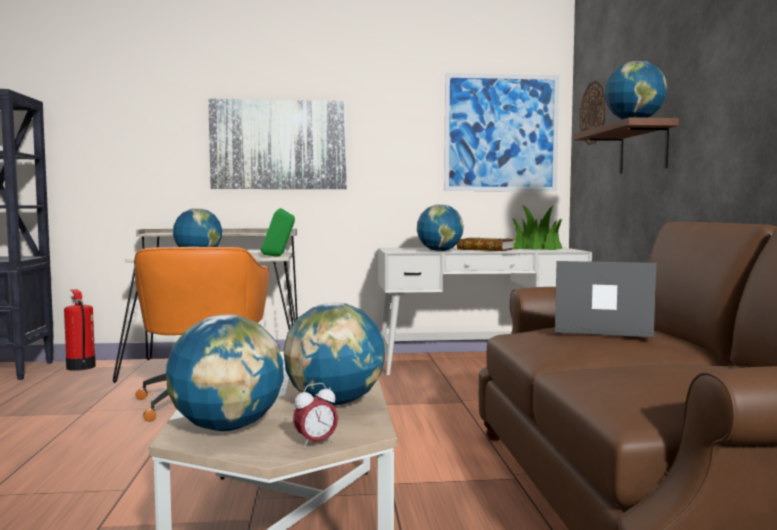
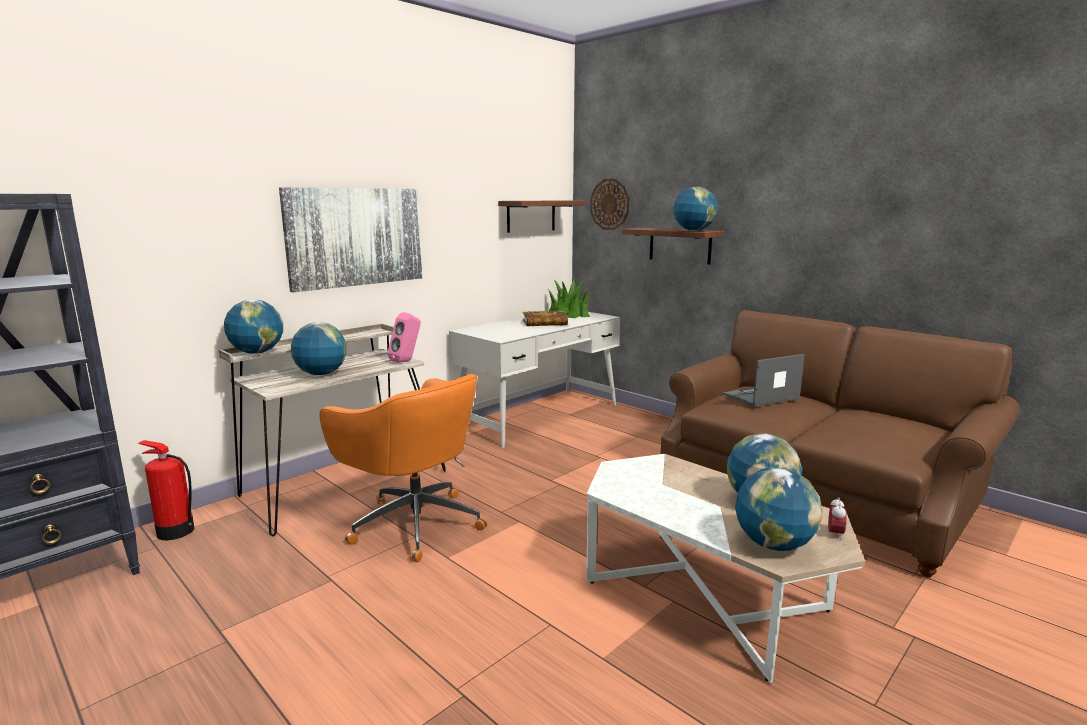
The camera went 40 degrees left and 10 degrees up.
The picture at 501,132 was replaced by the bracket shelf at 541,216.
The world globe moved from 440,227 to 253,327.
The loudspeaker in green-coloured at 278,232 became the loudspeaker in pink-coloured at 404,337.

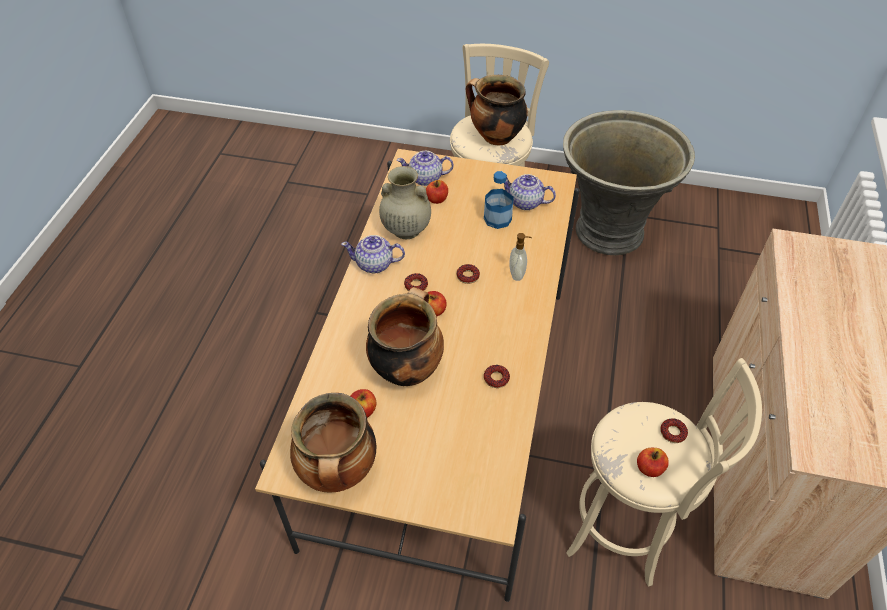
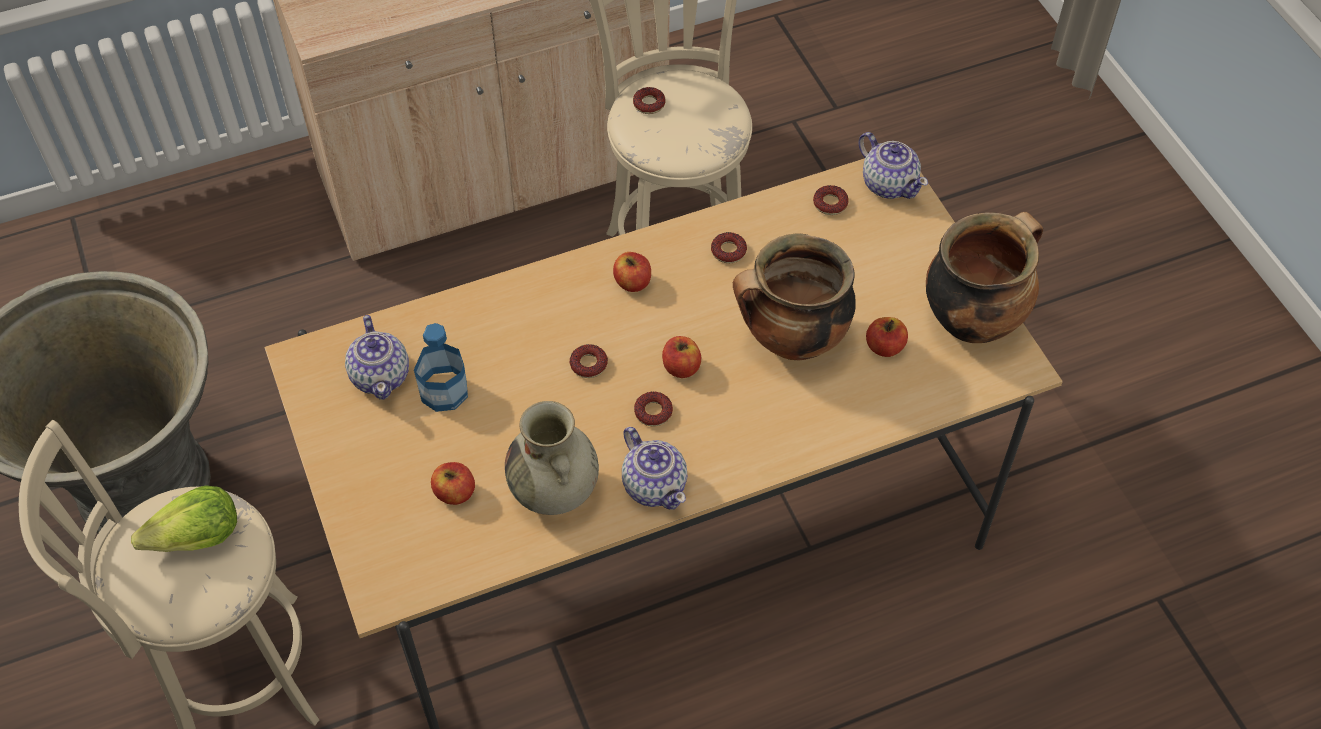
The camera went 125 degrees left and 5 degrees up.
The cooking pot at 497,110 was replaced by the lettuce at 184,518.
The teapot moved from 425,168 to 893,165.
The liquid soap bottle at 521,257 disappeared.
The apple fruit moved from 653,462 to 632,272.
The donut at 831,200 appeared.

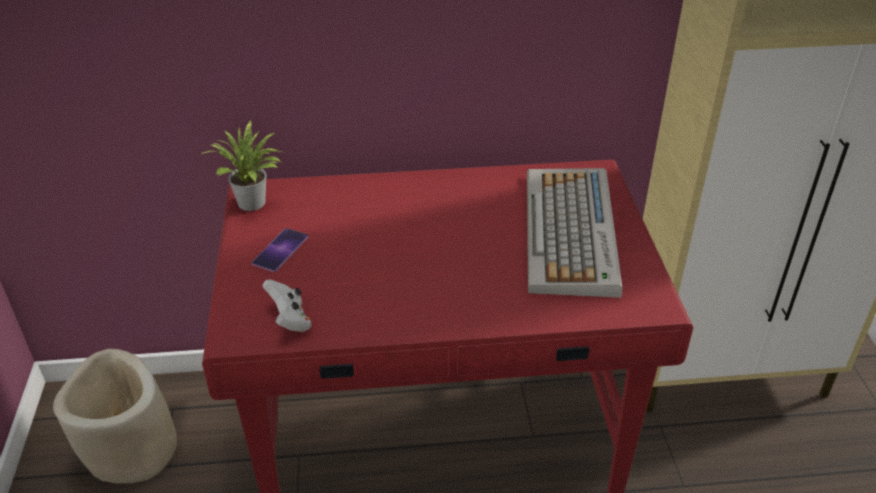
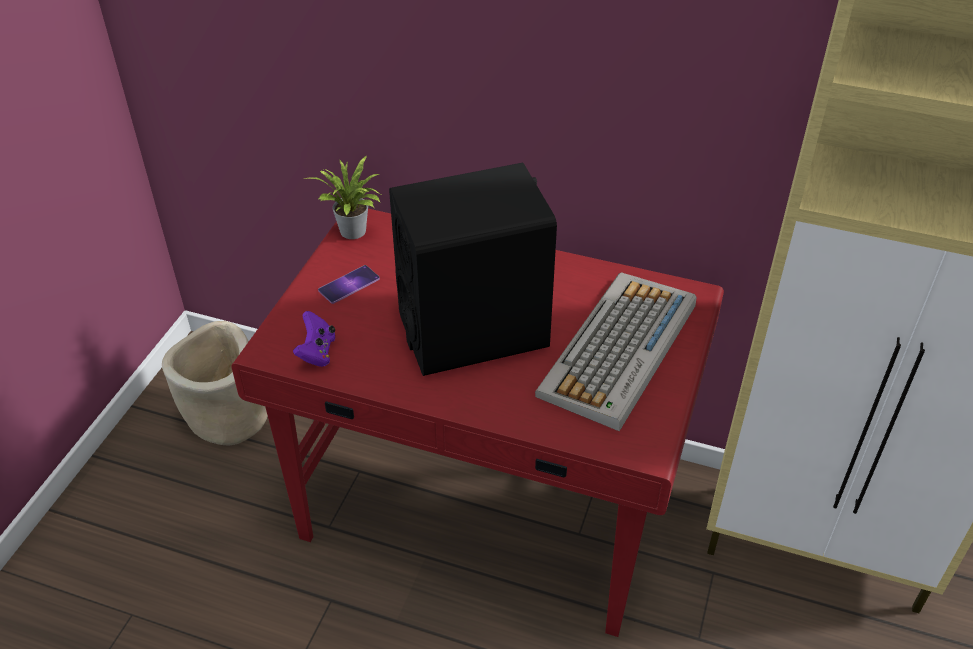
The camera went 25 degrees right and 5 degrees up.
The joypad in white at 286,305 became the joypad in purple at 314,339.
The loudspeaker in black-coloured at 473,269 appeared.

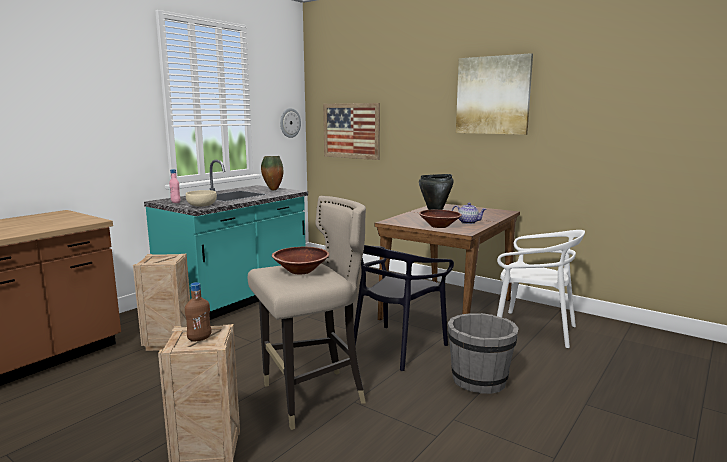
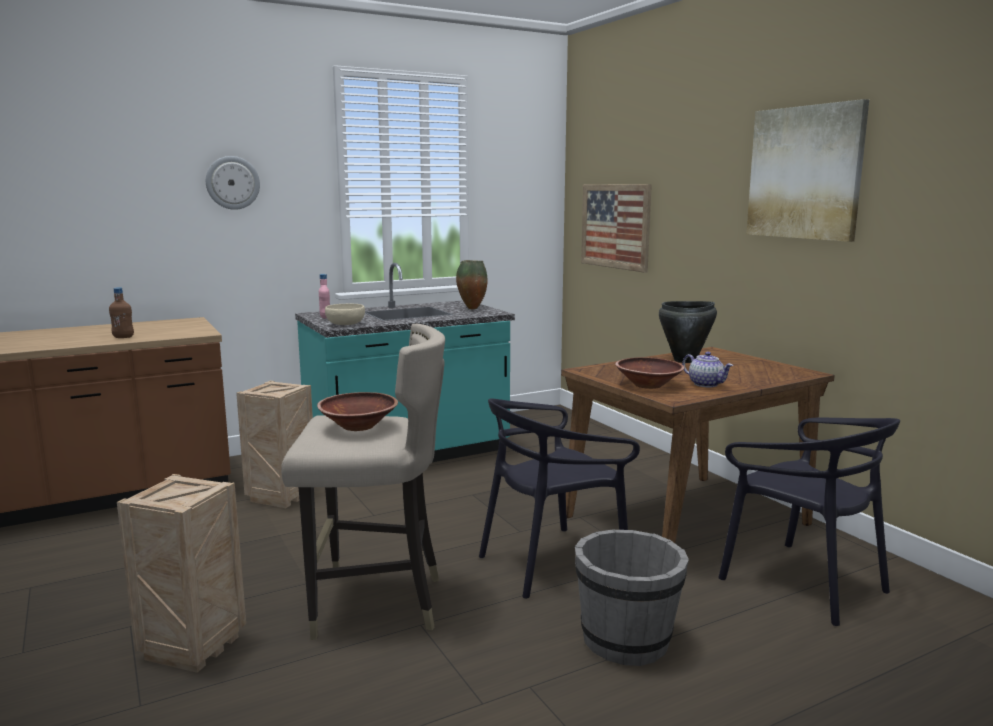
The camera went 25 degrees right and 0 degrees up.
The wall clock moved from 290,123 to 233,183.
The chair in white at 541,289 became the chair in black-coloured at 809,522.
The drink bottle in brownish moved from 198,312 to 121,312.

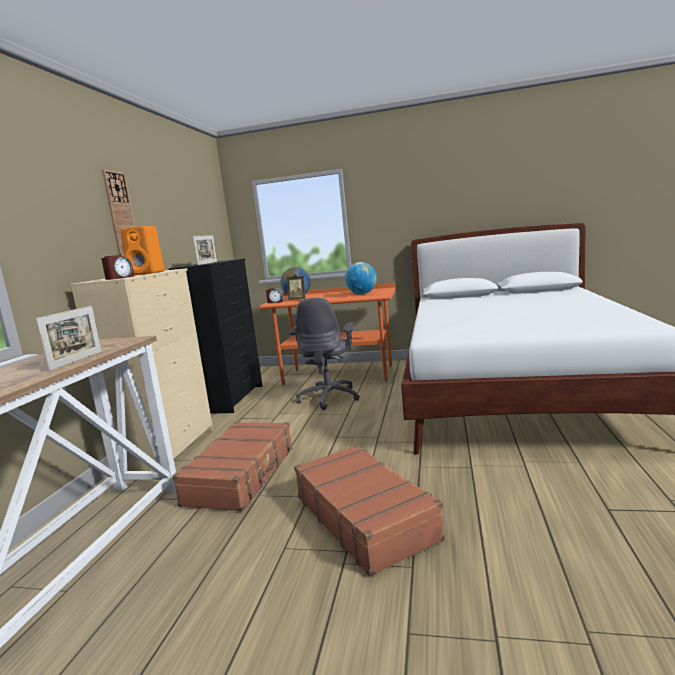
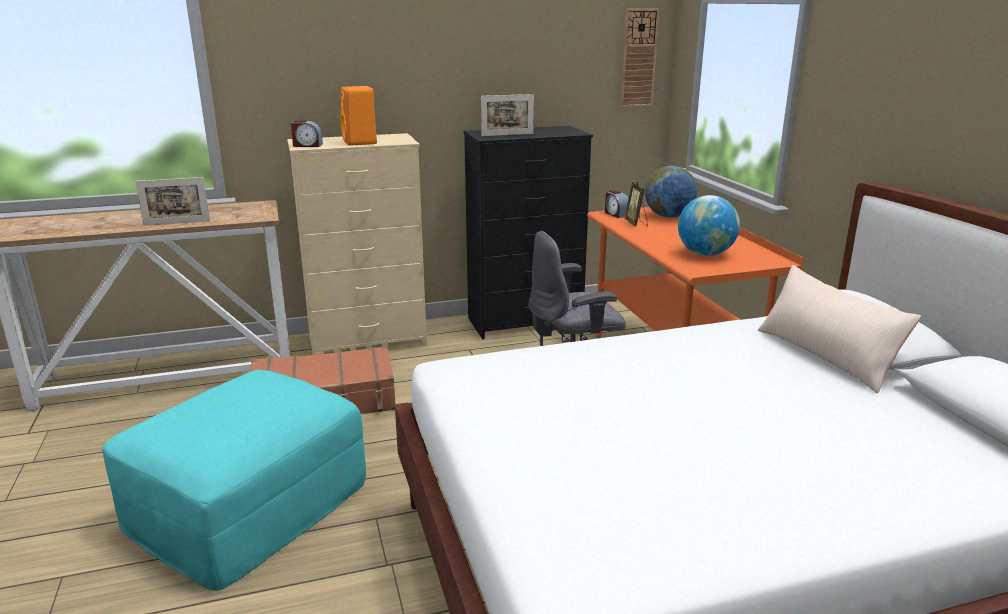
The camera went 60 degrees right and 10 degrees up.
The wall clock moved from 118,212 to 639,58.
The travel case in brownish at 369,511 was replaced by the pouffe in turquoise at 234,480.
The pillow in beige-coloured at 839,329 appeared.

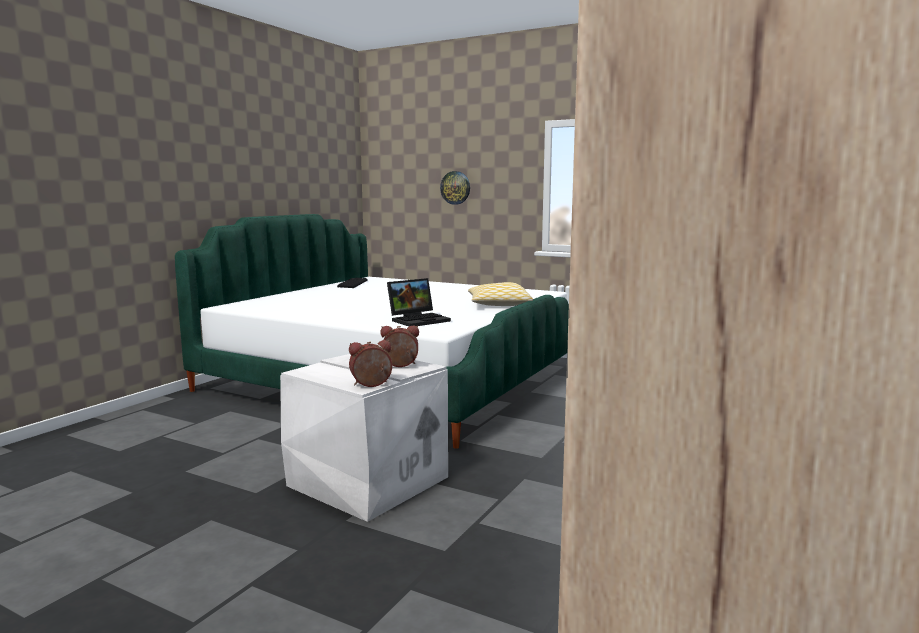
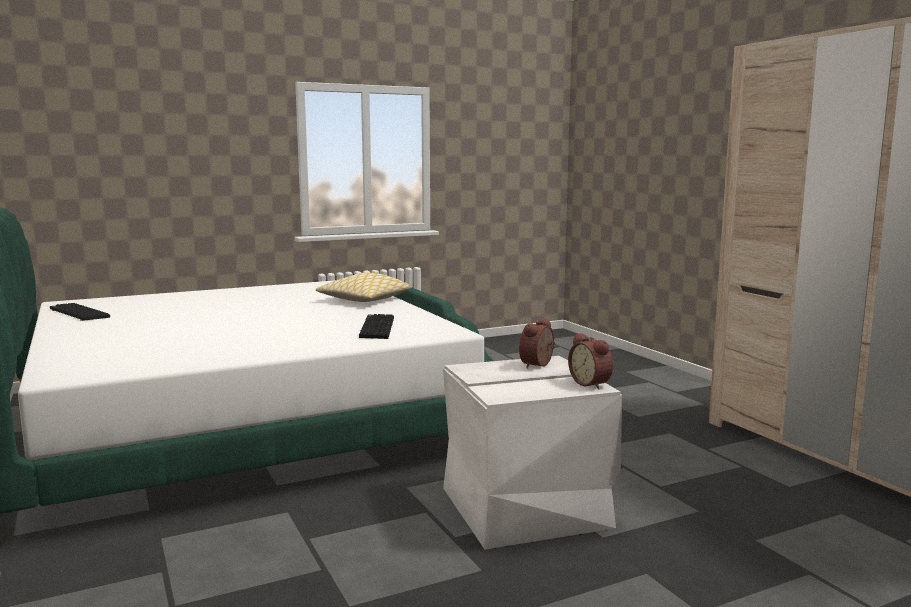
The camera went 55 degrees left and 0 degrees up.
The wall clock at 455,188 disappeared.
The portable computer at 419,302 was replaced by the PC keyboard at 376,326.
The bedside clock at 370,363 turned 45 degrees counterclockwise.

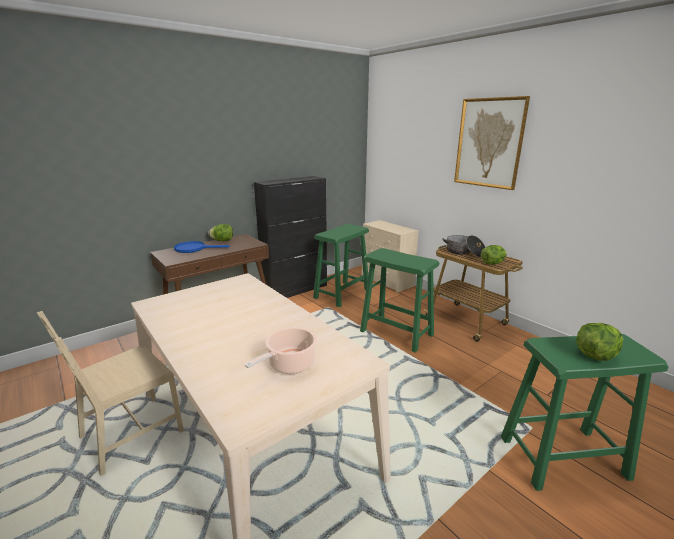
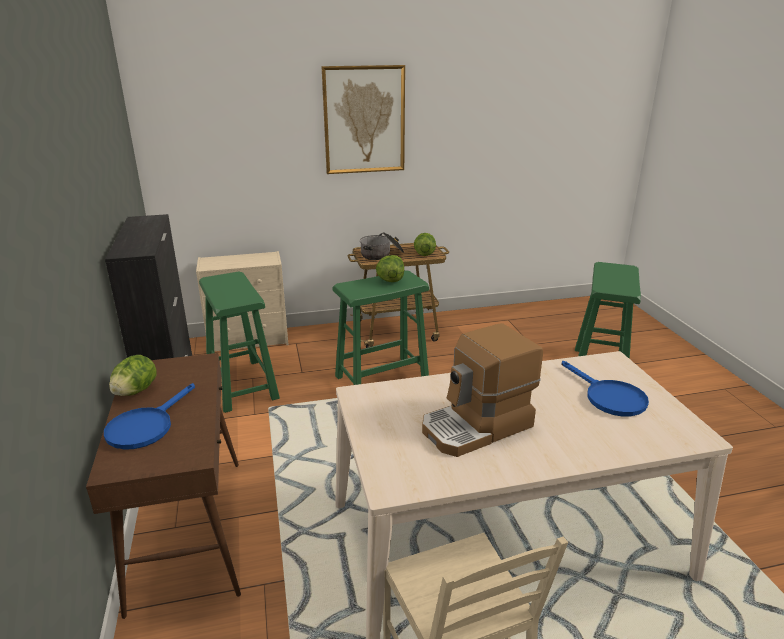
The camera went 65 degrees left and 5 degrees up.
The lettuce moved from 599,342 to 390,268.
The cooking pot at 281,350 was replaced by the pan in blue at 605,389.
The coffee brewer at 482,390 appeared.

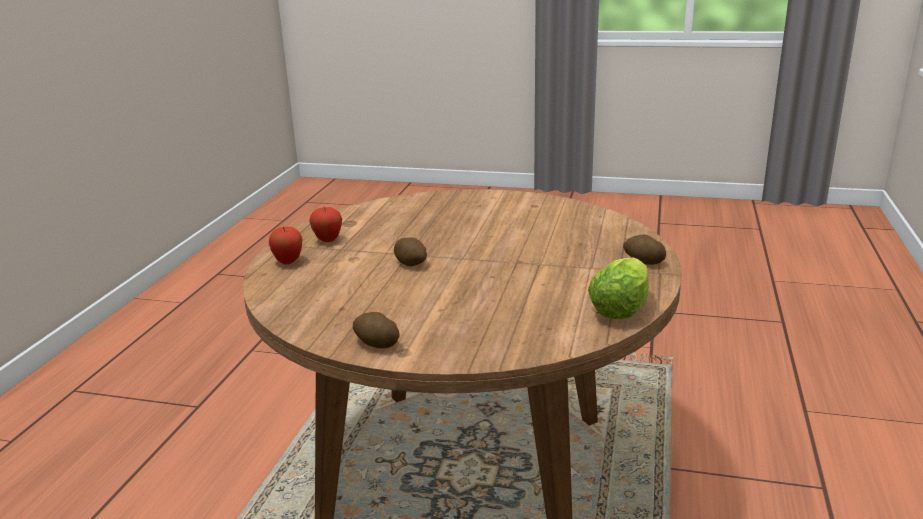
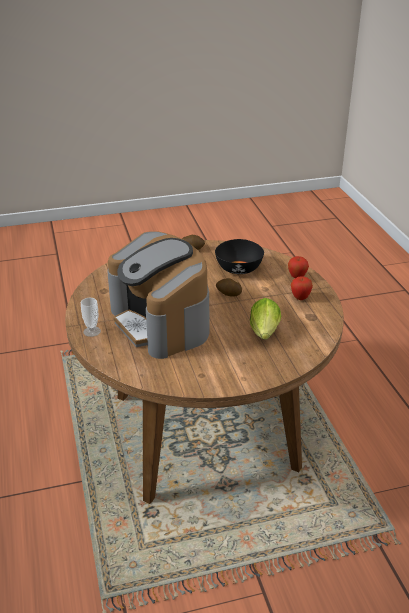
The camera went 150 degrees right and 10 degrees up.
The potato at 644,250 was replaced by the cup at 91,317.
The lettuce moved from 618,288 to 265,319.
The coffee brewer at 158,295 appeared.
The deep dish in black-coloured at 239,256 appeared.

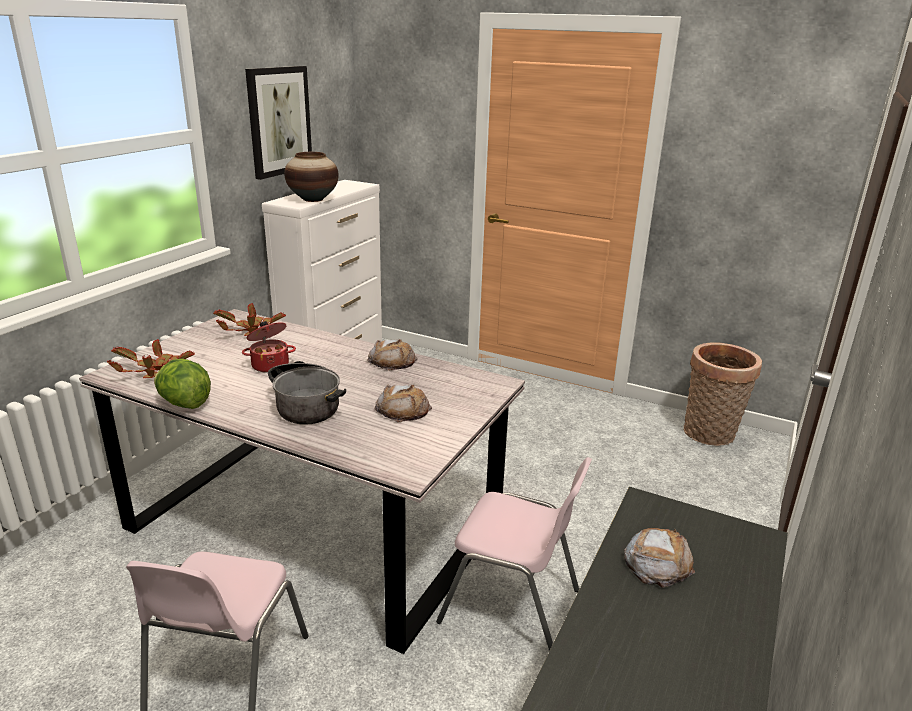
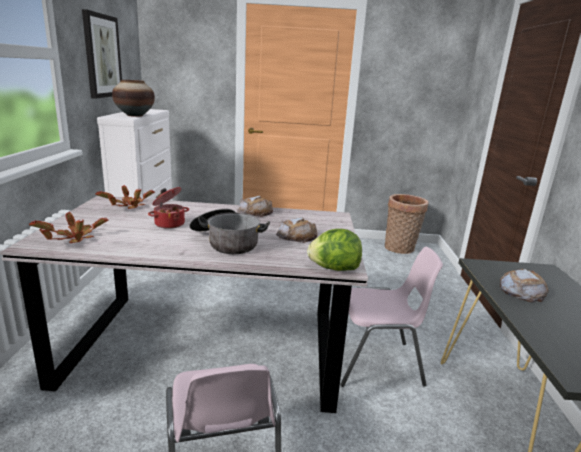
The camera went 25 degrees left and 5 degrees down.
The lettuce moved from 182,384 to 334,250.

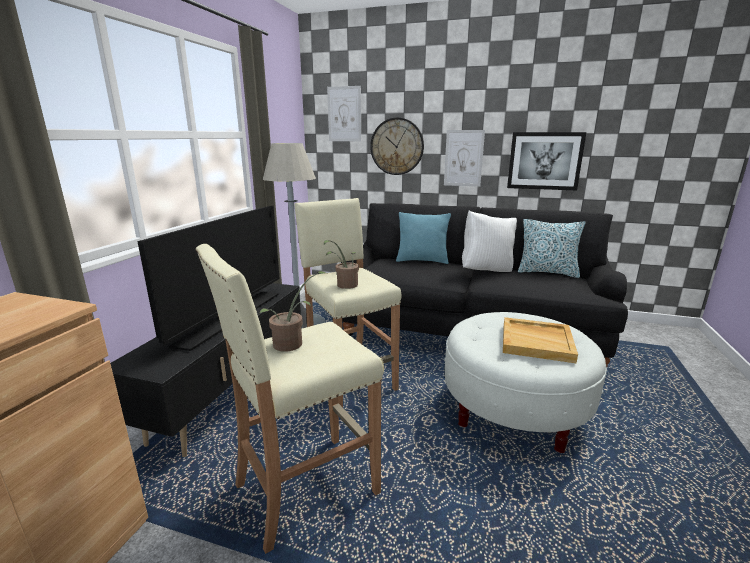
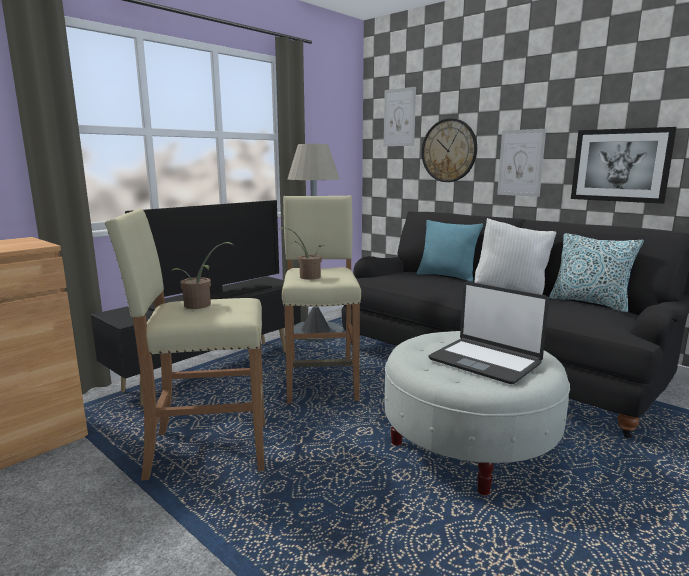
The camera went 25 degrees right and 5 degrees down.
The tray in beige-coloured at 540,340 was replaced by the portable computer at 488,333.

